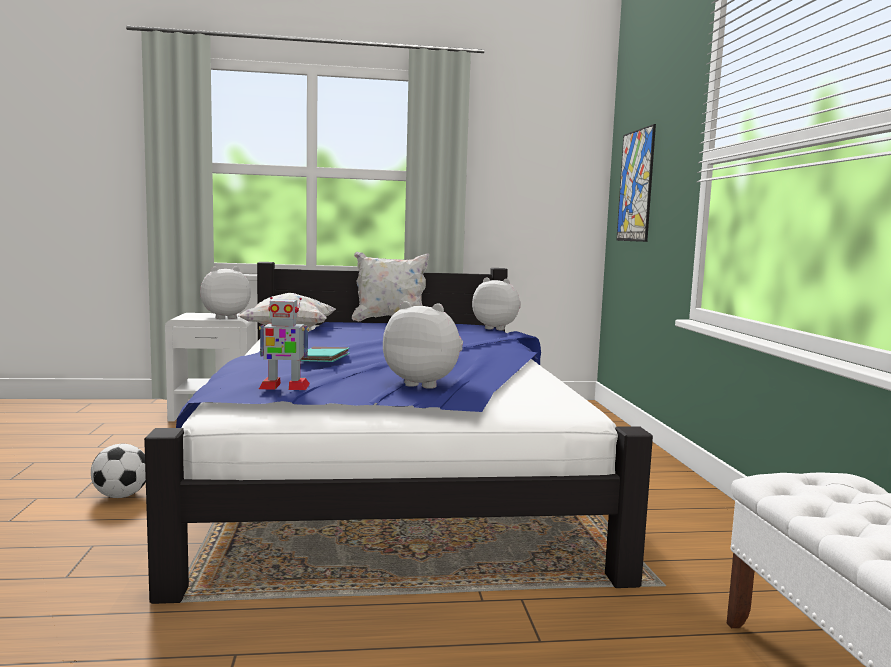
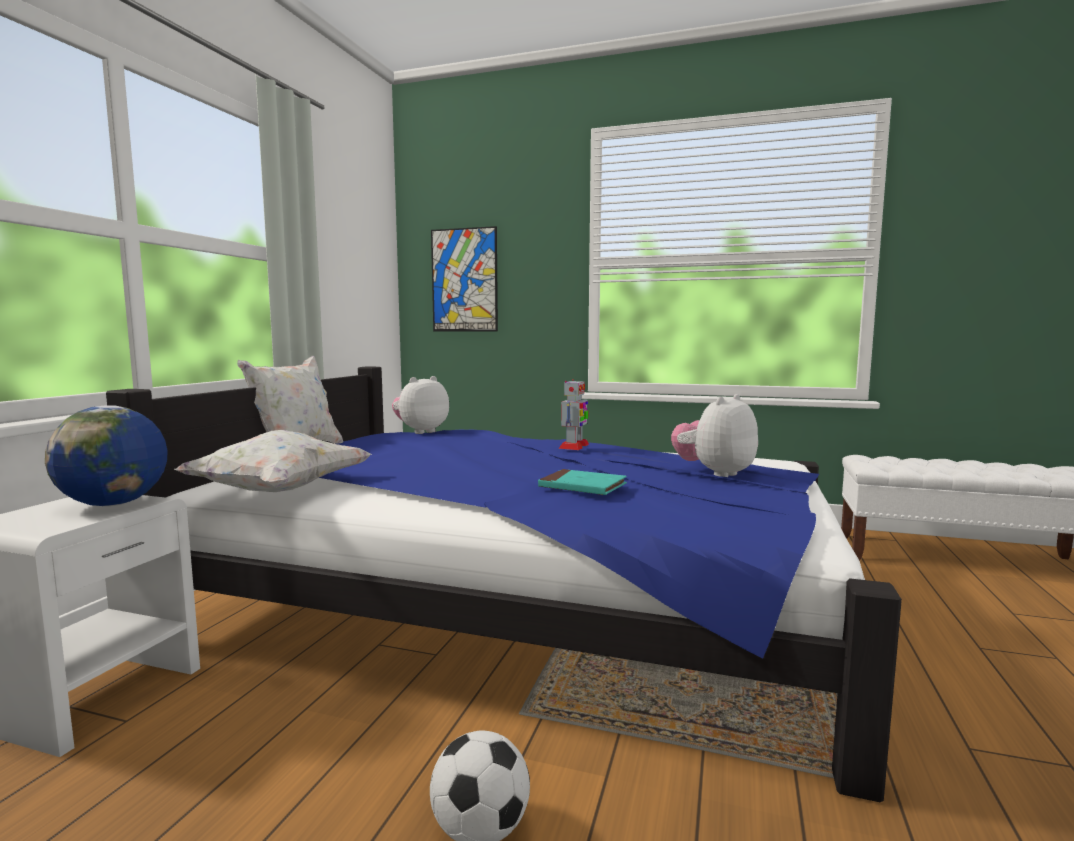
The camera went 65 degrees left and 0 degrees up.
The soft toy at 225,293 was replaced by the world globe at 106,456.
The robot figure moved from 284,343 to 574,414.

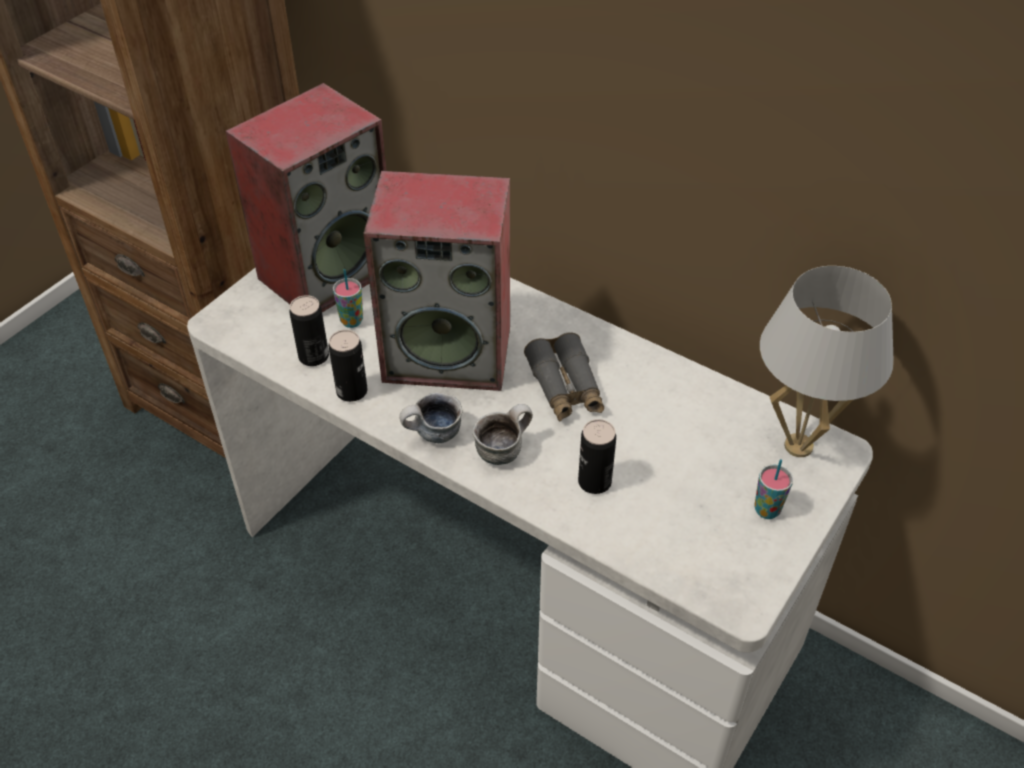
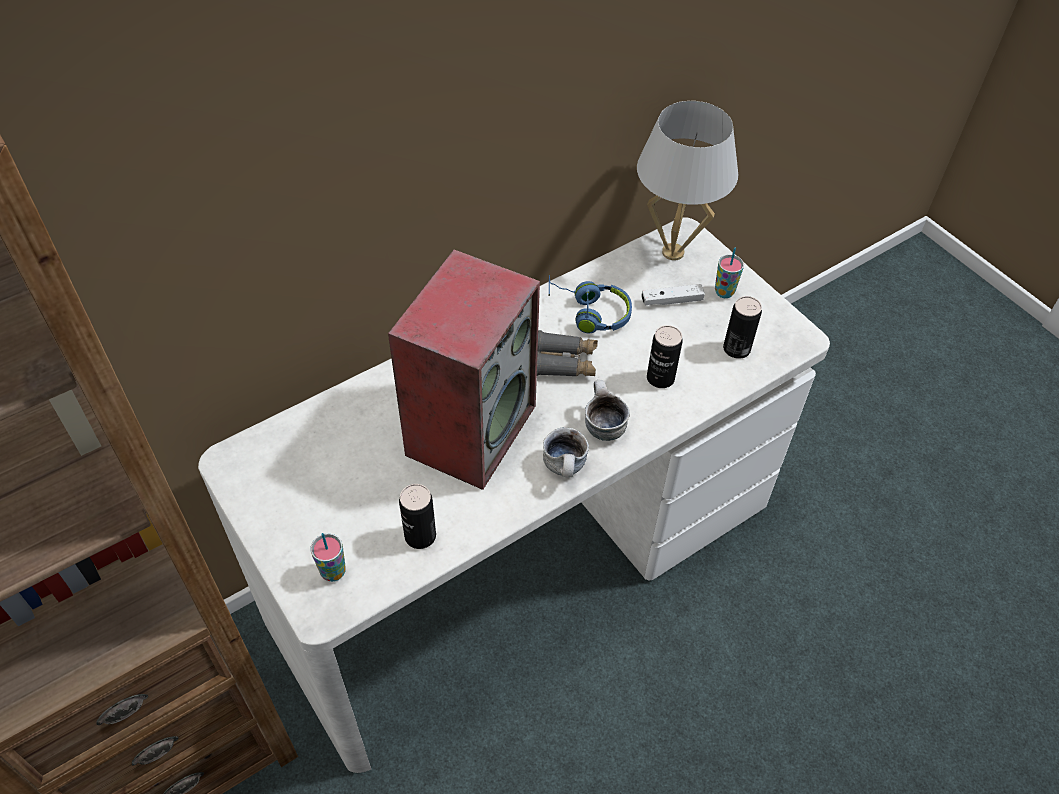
The camera went 70 degrees left and 5 degrees up.
The loudspeaker at 306,197 disappeared.
The cup moved from 348,298 to 328,557.
The metal can moved from 348,366 to 742,327.
The pair of headphones in blue at 590,304 appeared.
The joypad in white at 673,294 appeared.

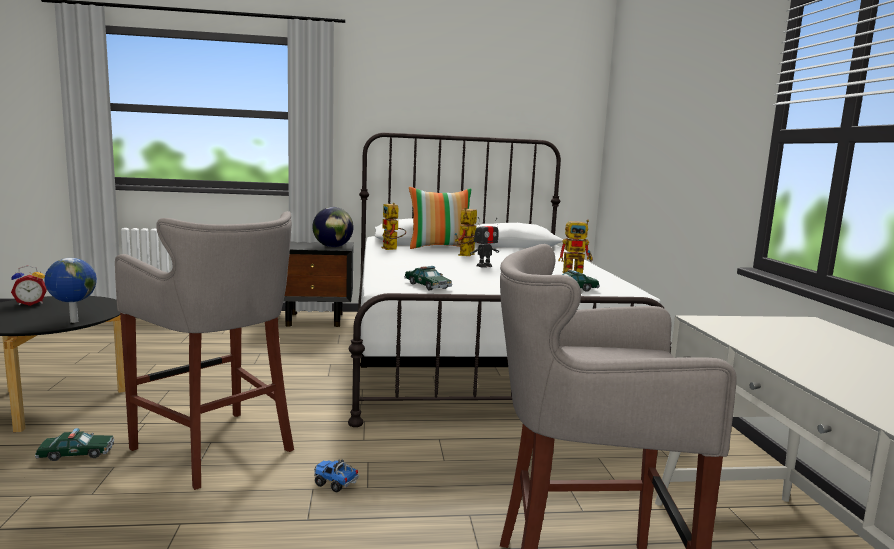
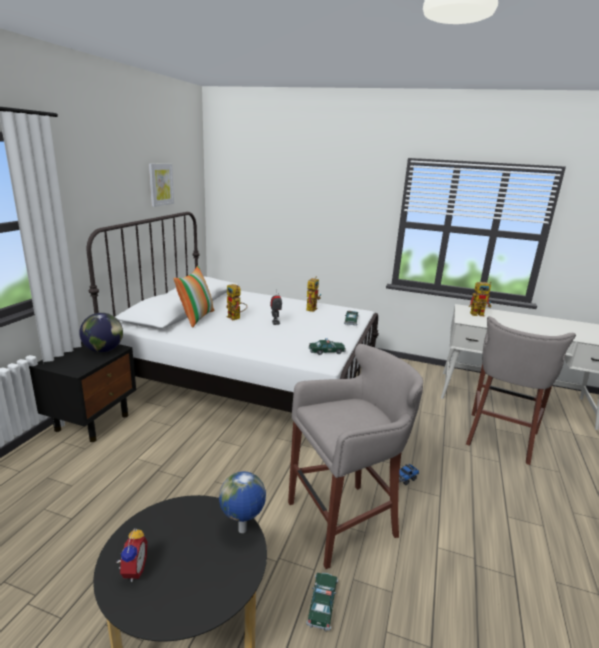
The camera went 65 degrees left and 10 degrees up.
The robot figure moved from 393,226 to 480,299.
The picture at 161,185 appeared.

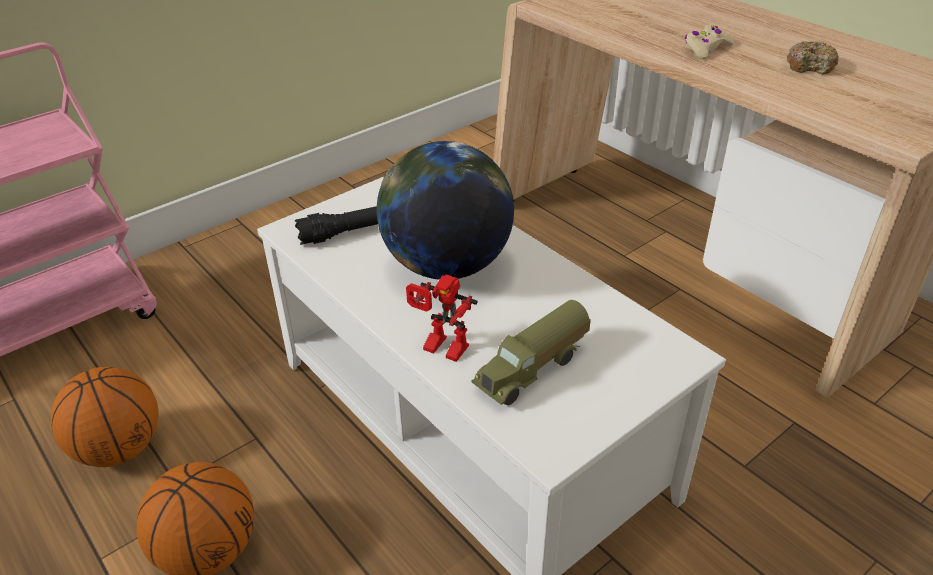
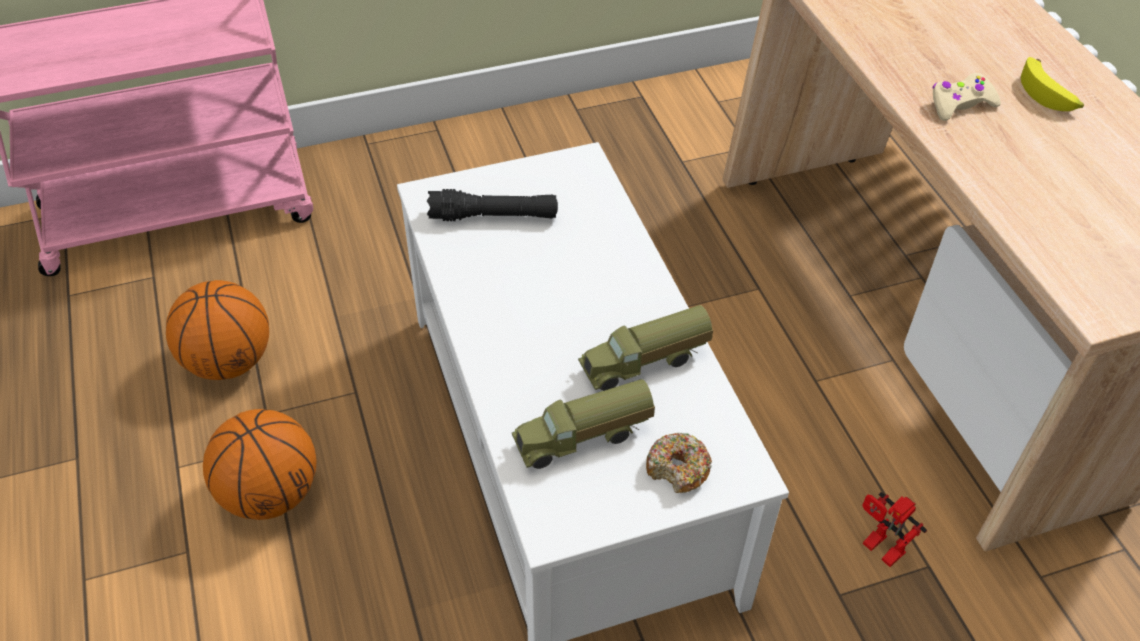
The camera went 20 degrees right and 10 degrees up.
The donut moved from 813,58 to 679,462.
The world globe at 445,210 disappeared.
The robot figure moved from 442,318 to 894,529.
The whole banana at 1052,84 appeared.
The toy lorry at 645,348 appeared.

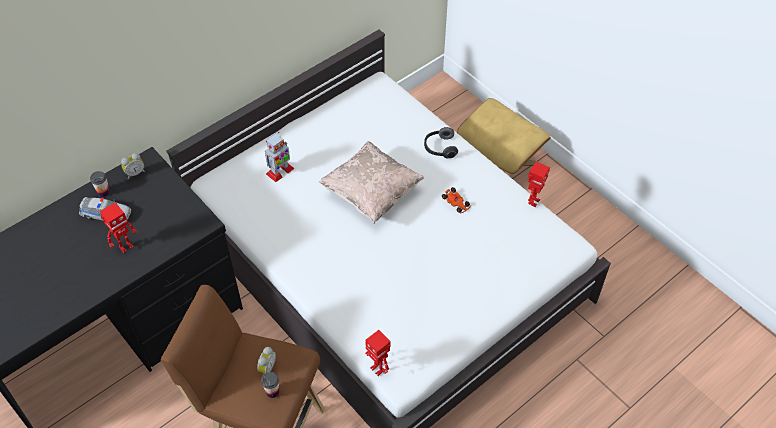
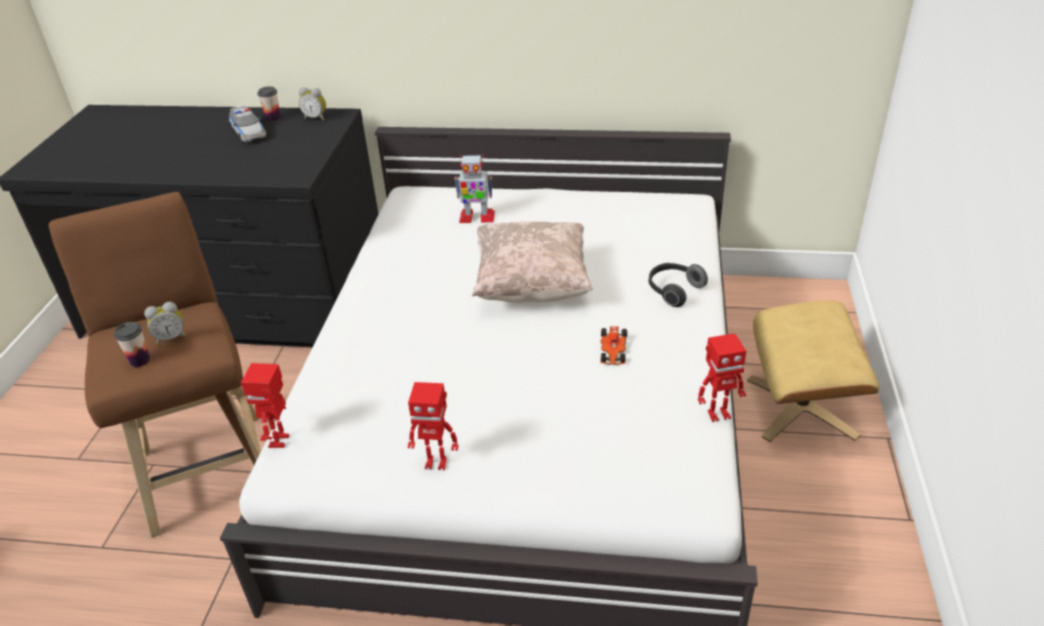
The camera went 50 degrees right and 15 degrees down.
The robot figure moved from 118,228 to 433,426.

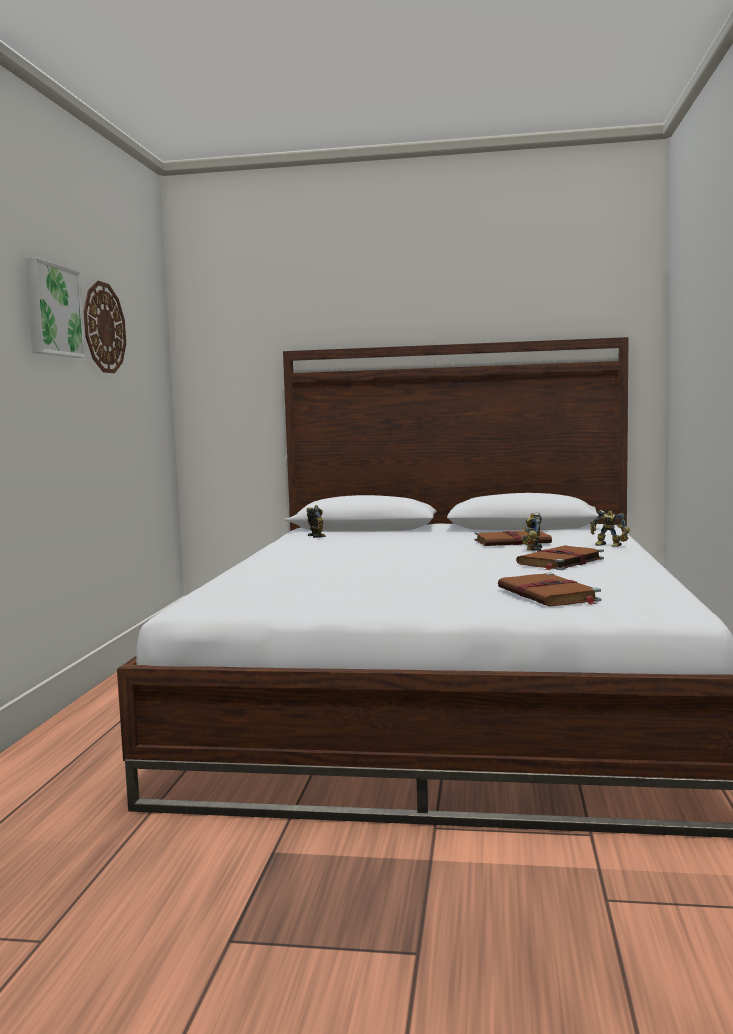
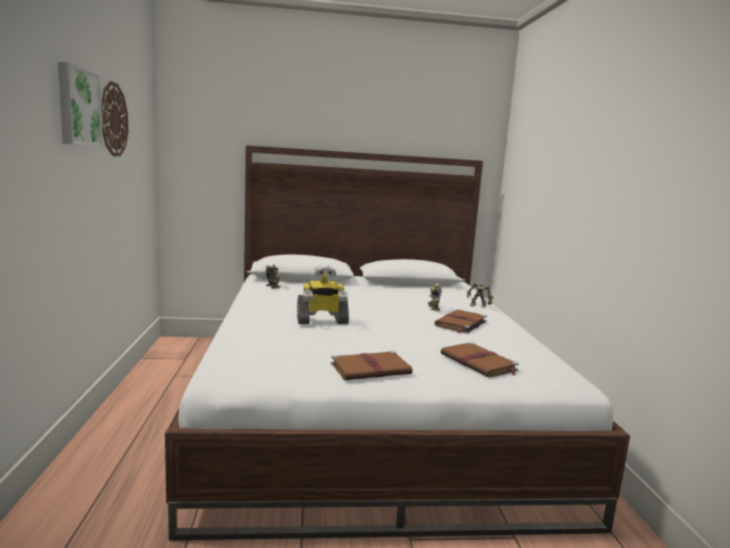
The camera went 15 degrees left and 5 degrees up.
The bound book in brownish moved from 513,538 to 372,365.
The robot figure at 323,294 appeared.

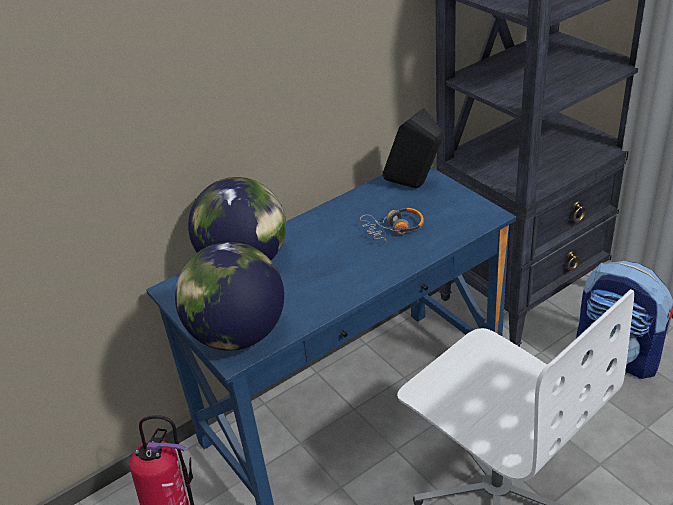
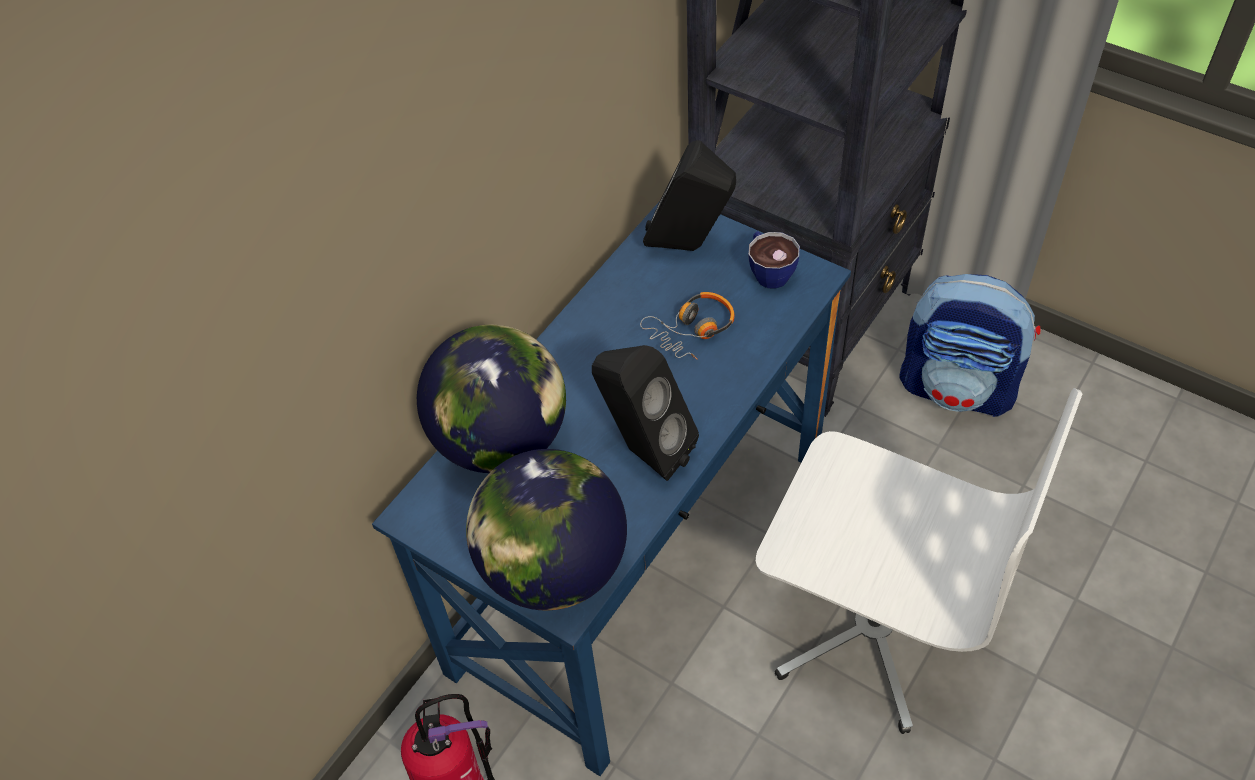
The camera went 20 degrees left and 15 degrees up.
The cup at 774,260 appeared.
The loudspeaker in black-coloured at 645,413 appeared.

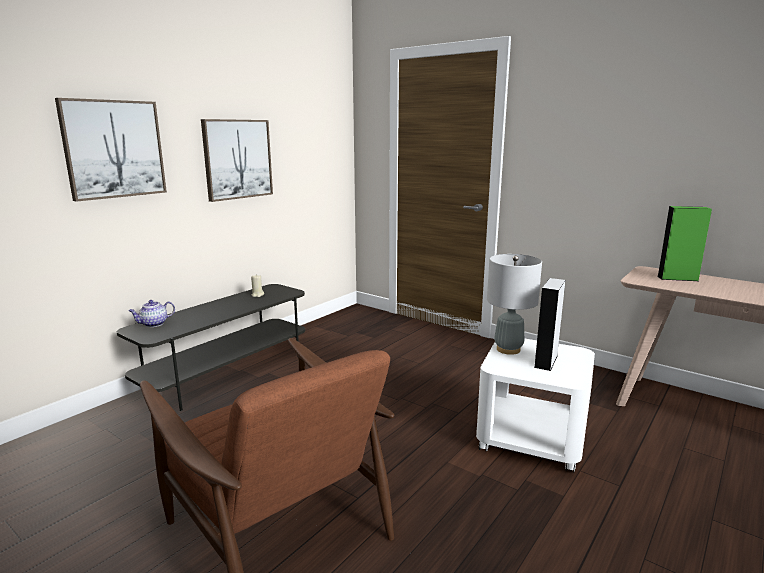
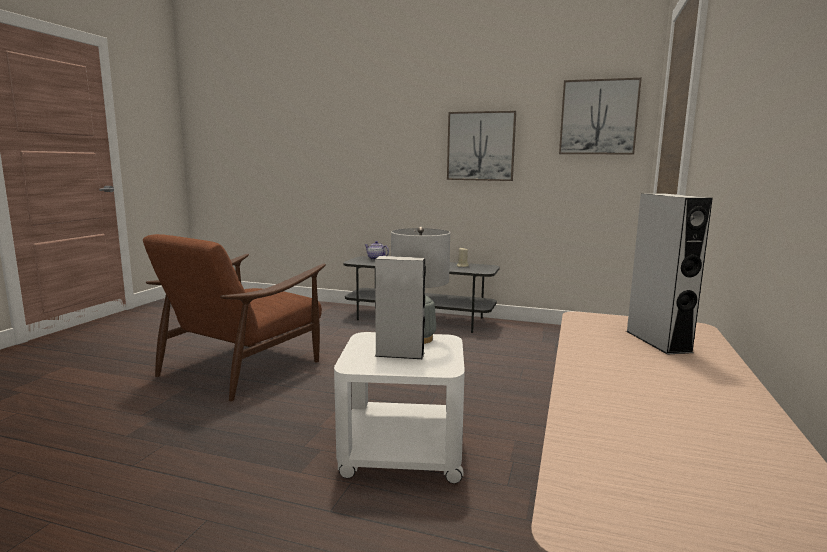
The camera went 70 degrees right and 5 degrees down.
The picture moved from 111,150 to 600,116.
The loudspeaker in green-coloured at 685,243 became the loudspeaker in gray at 669,274.

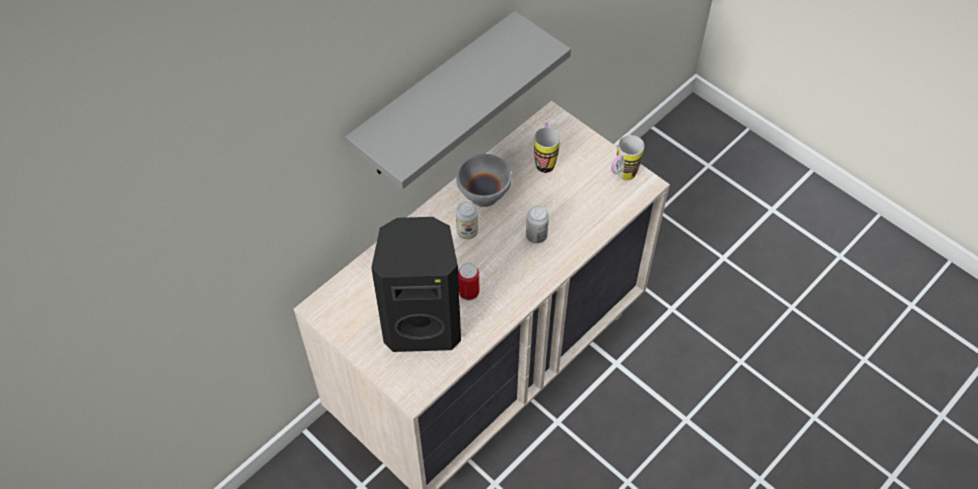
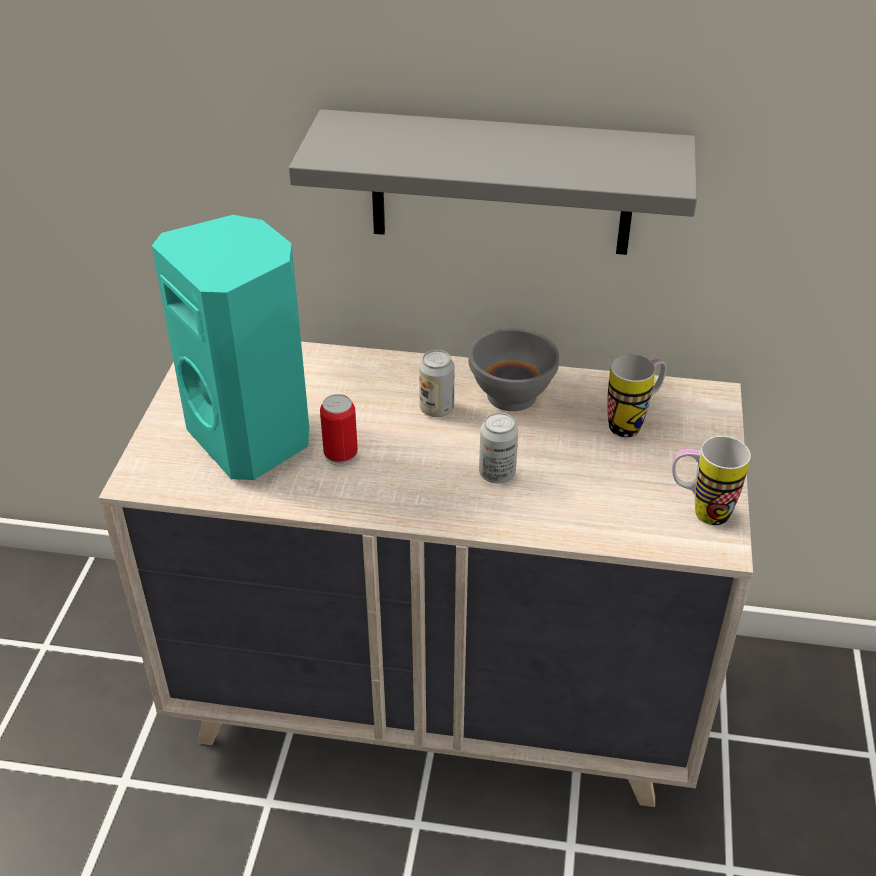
The camera went 55 degrees right and 15 degrees down.
The loudspeaker in black-coloured at 416,284 became the loudspeaker in turquoise at 230,347.

